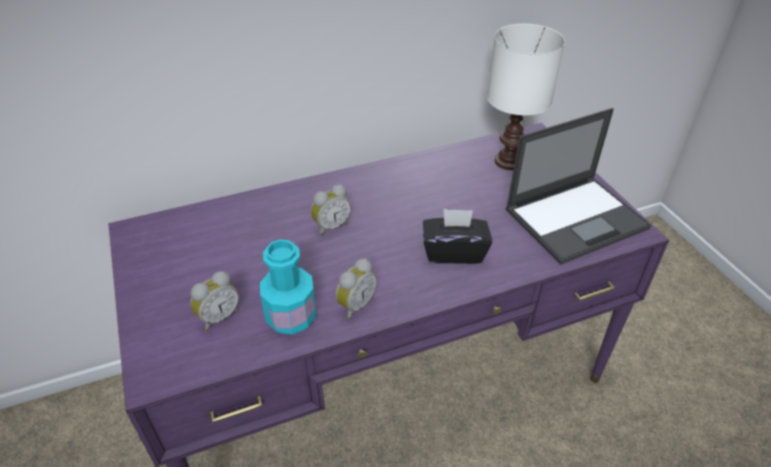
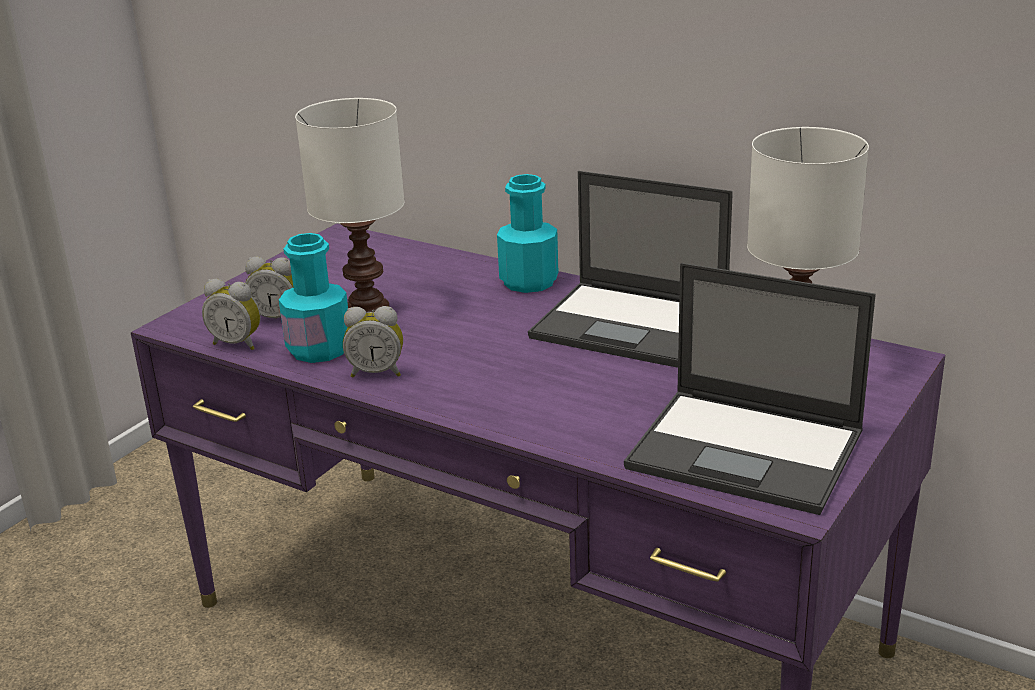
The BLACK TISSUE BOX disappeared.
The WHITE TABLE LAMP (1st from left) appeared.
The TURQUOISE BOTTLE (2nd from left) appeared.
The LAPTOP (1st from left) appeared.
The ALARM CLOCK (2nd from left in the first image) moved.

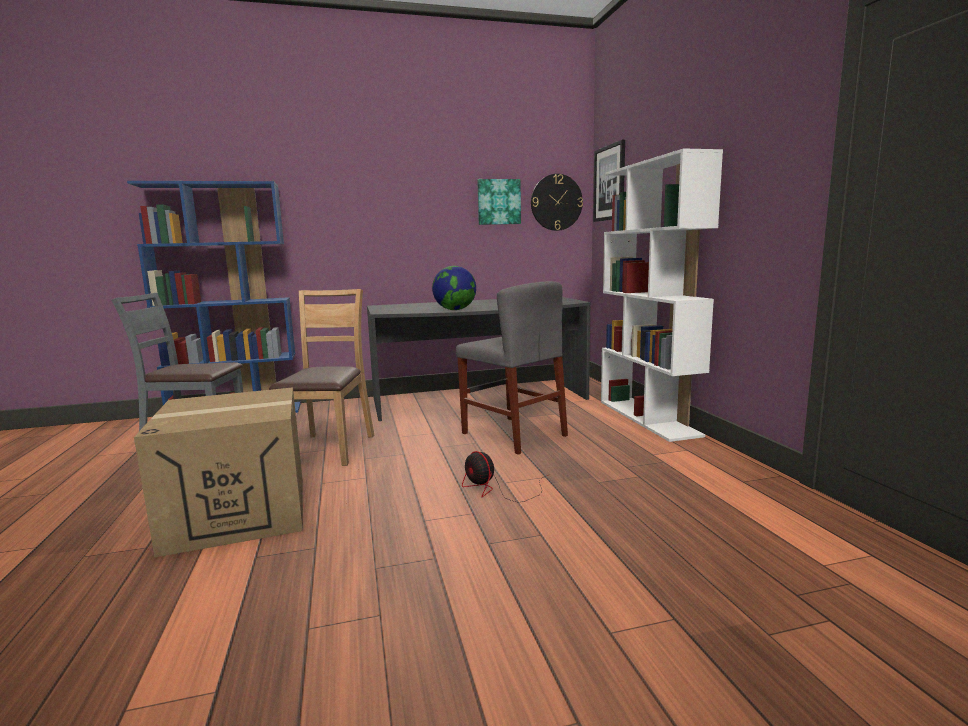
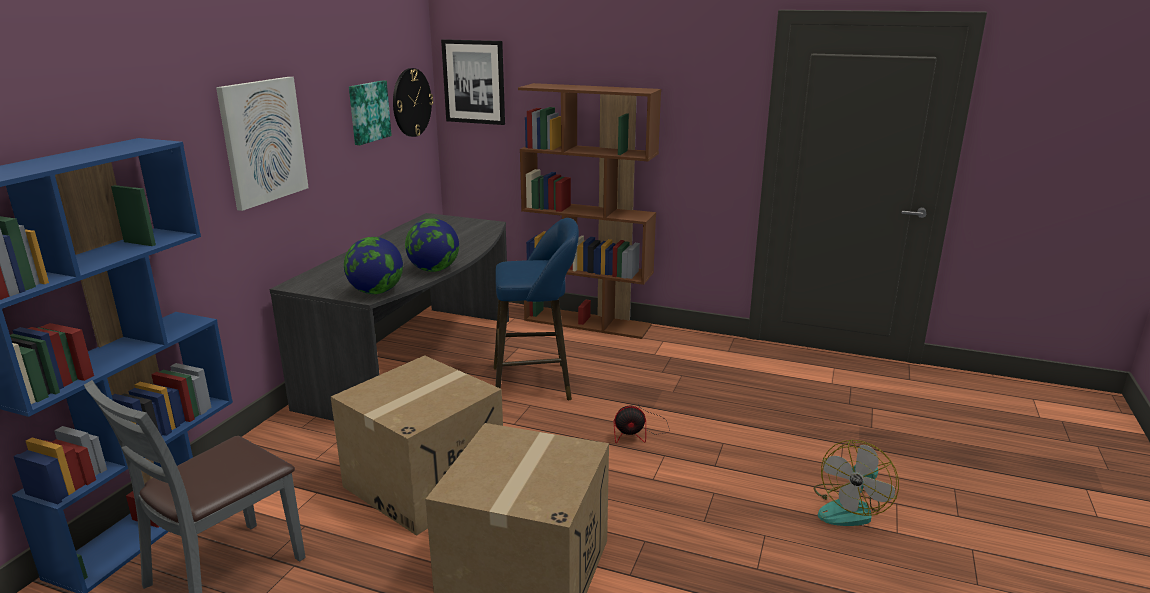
The PICTURE (1st from left) appeared.
The GLOBE (1st from left) appeared.
The FAN (2nd from left) appeared.
The BROWN CHAIR was replaced by the CARDBOARD BOX (1st from left).
The GREY CHAIR (2nd from left) was replaced by the BLUE STOOL.
The WHITE BOOKCASE became the BROWN BOOKCASE.

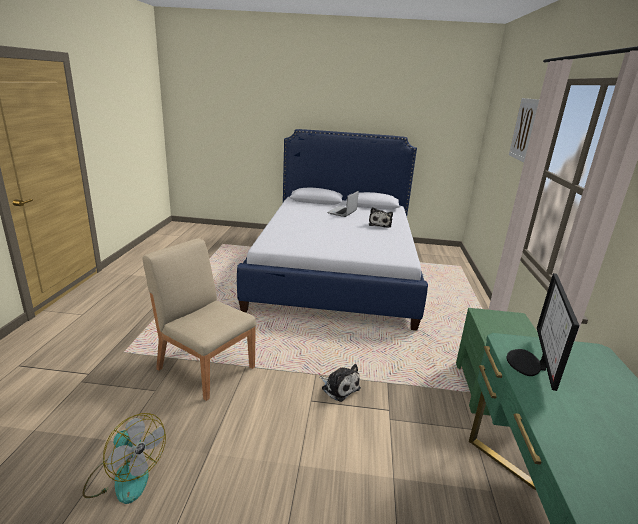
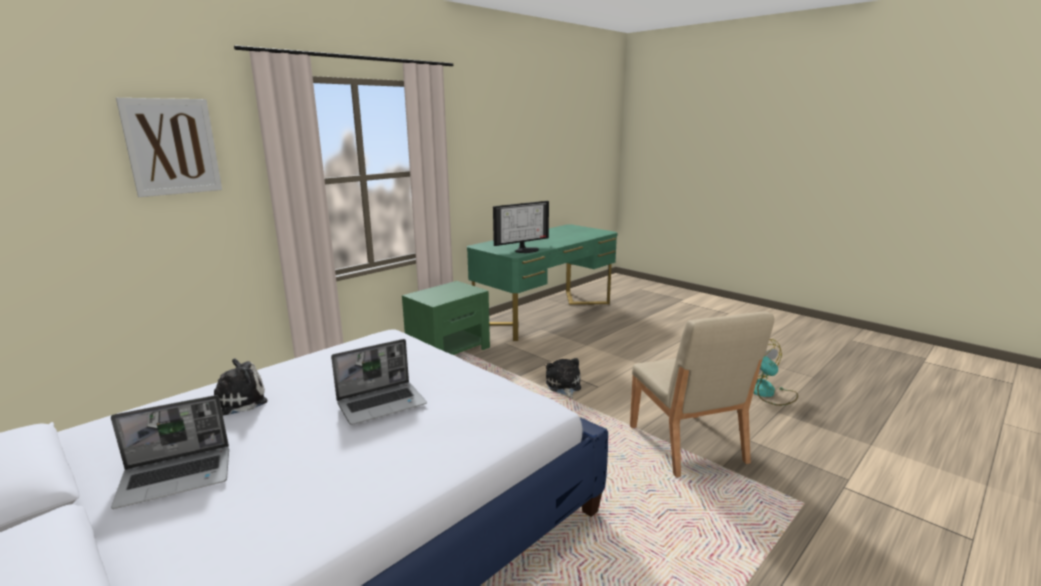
The LAPTOP (2nd from left) appeared.

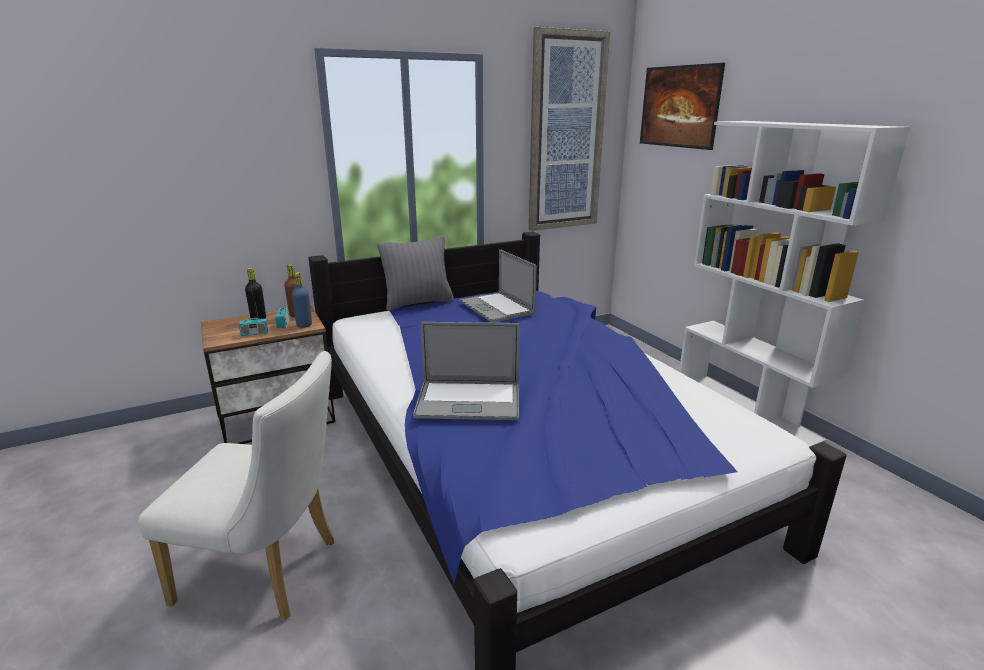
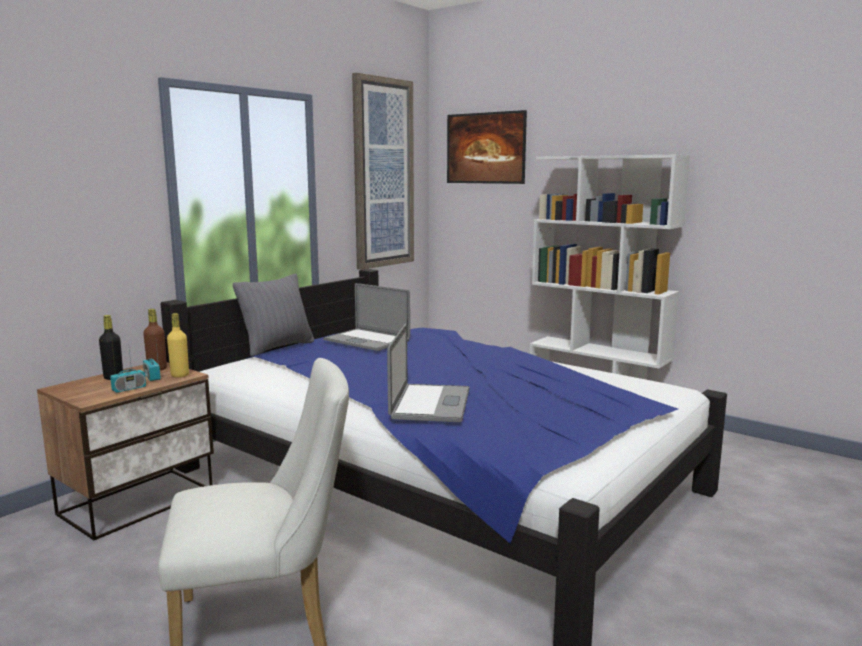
The BLUE BOTTLE became the YELLOW BOTTLE.
The LAPTOP (1st from left in the first image) turned 60 degrees counterclockwise.

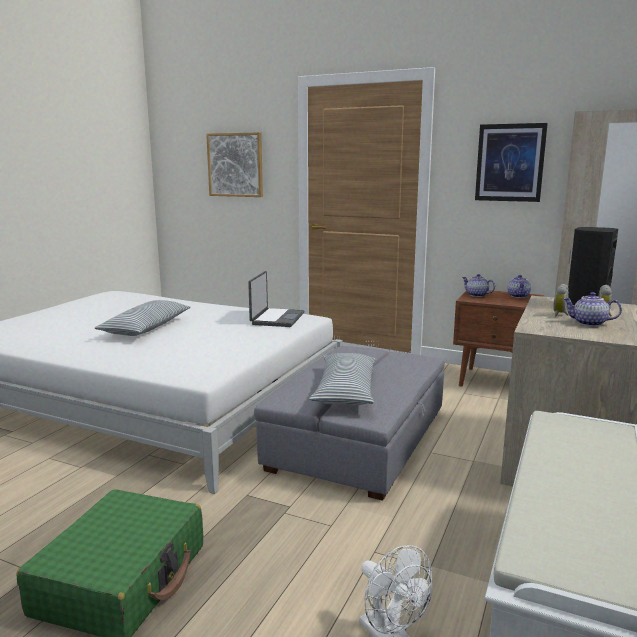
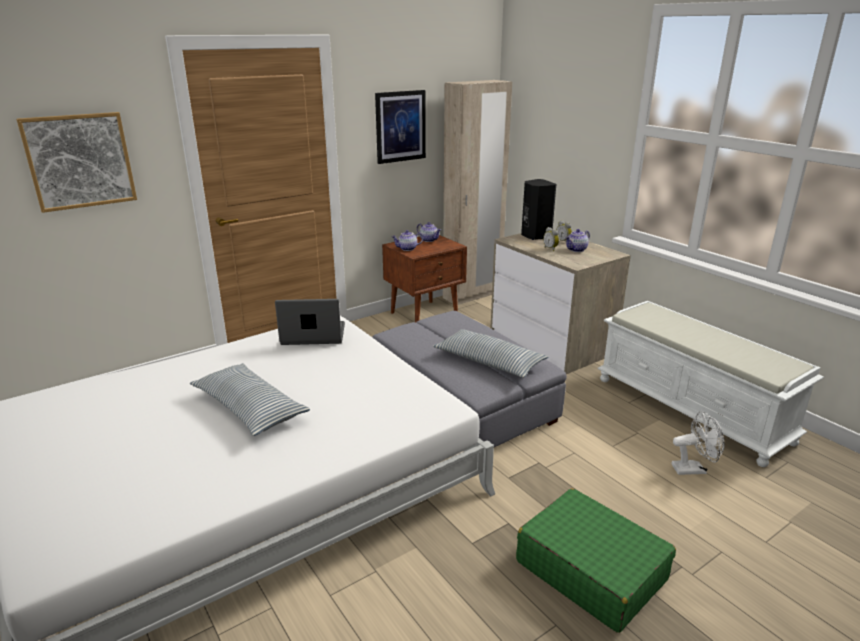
The LAPTOP turned 45 degrees counterclockwise.

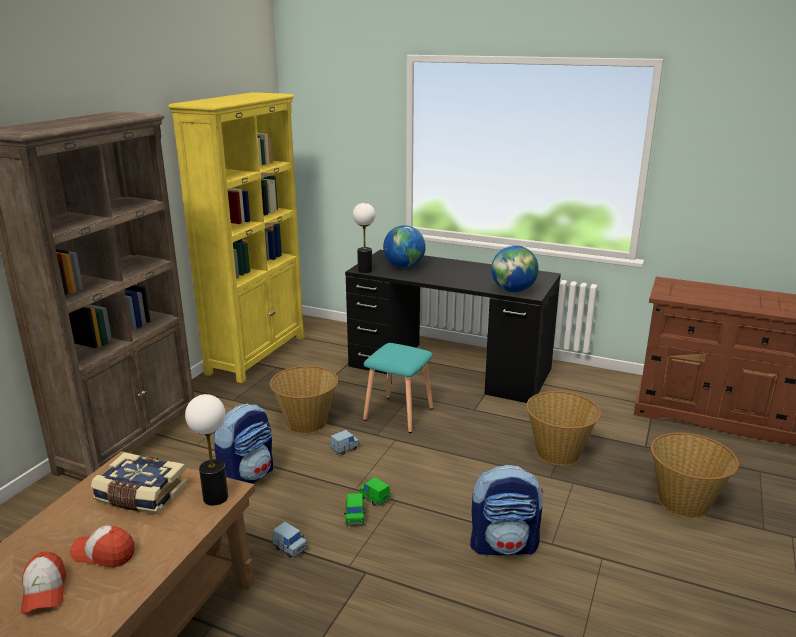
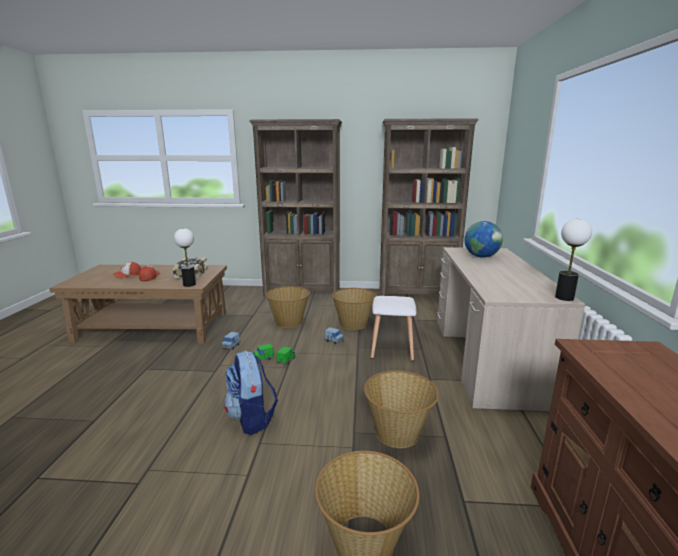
The GLOBE (2nd from left) disappeared.
The TABLE LAMP (2nd from left) moved.
The BACKPACK (1st from left) was replaced by the BASKET (1st from left).
The YELLOW BOOKCASE became the BROWN BOOKCASE (2nd from left).
The BLACK DESK became the BEIGE DESK.
The TURQUOISE STOOL became the WHITE STOOL.

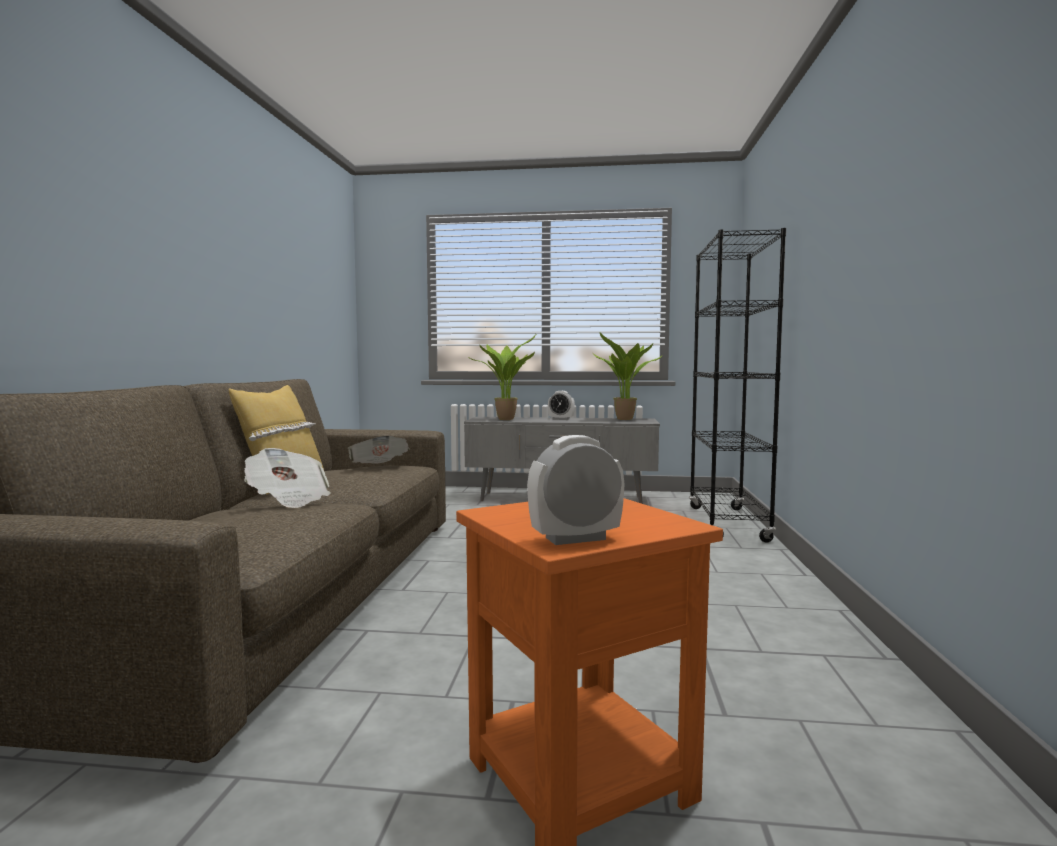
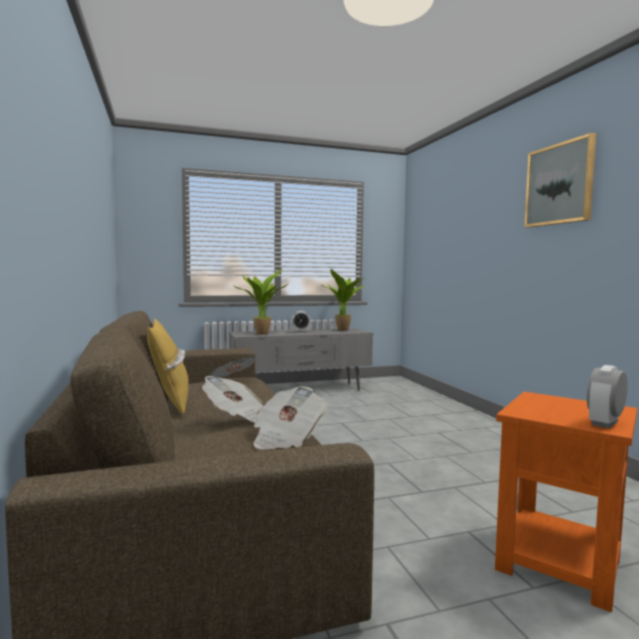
The BLACK BOOKCASE disappeared.
The NEWSPAPER (3rd from left) appeared.
The PICTURE appeared.

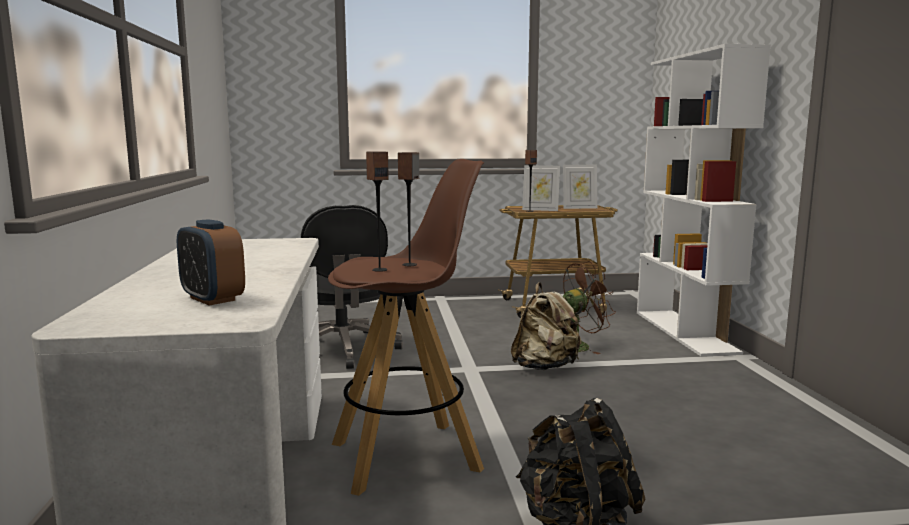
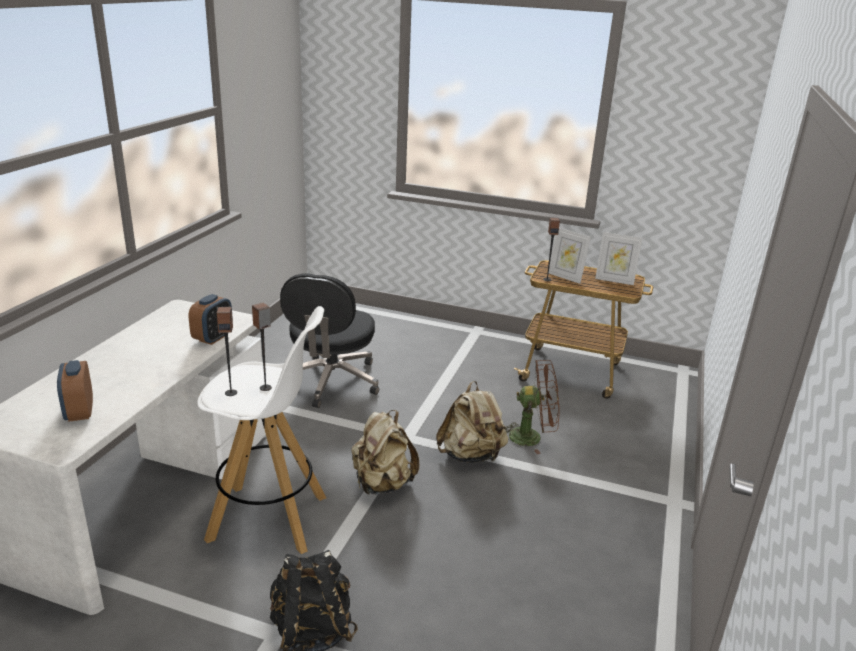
The WHITE BOOKCASE disappeared.
The ALARM CLOCK (2nd from left) appeared.
The BEIGE BACKPACK (1st from left) appeared.
The BROWN STOOL became the WHITE STOOL.

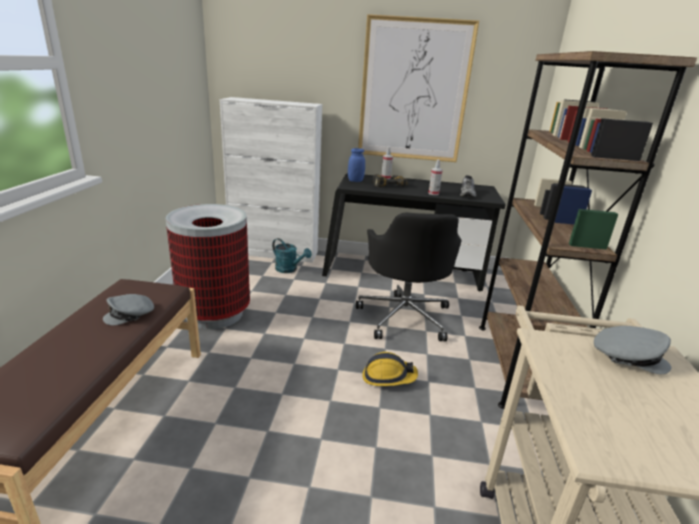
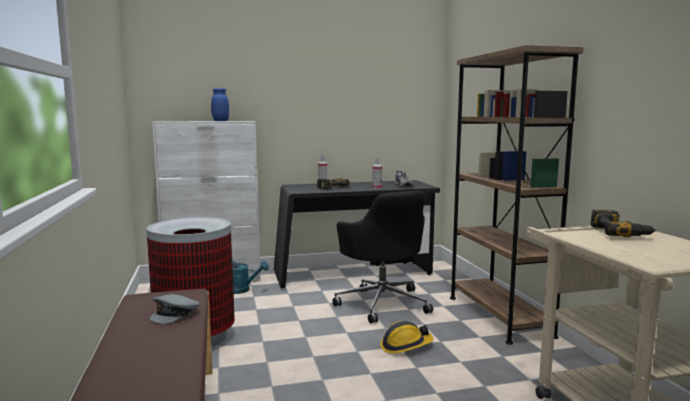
The PICTURE disappeared.
The BLUE JAR moved.
The GREY CAP (2nd from left) was replaced by the POWER DRILL (2nd from left).

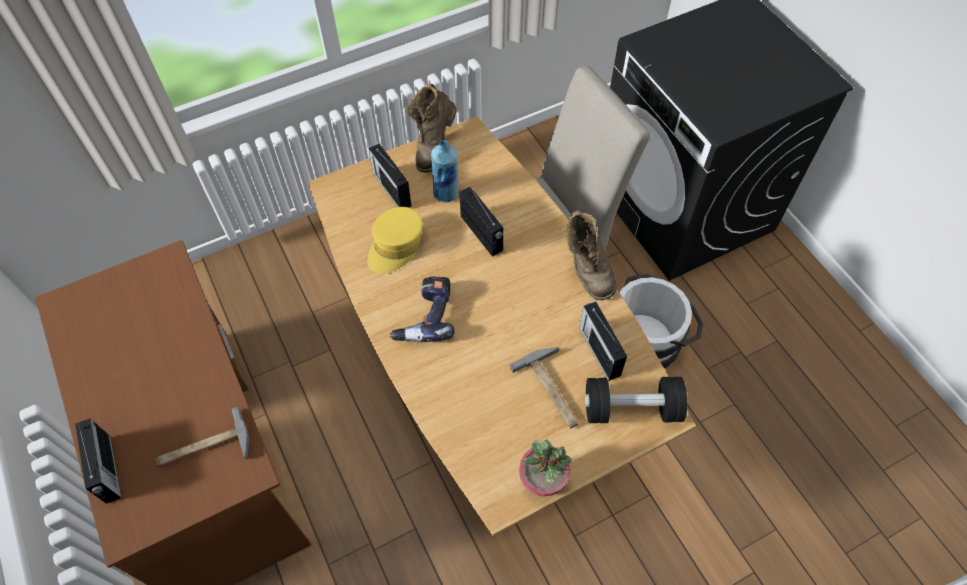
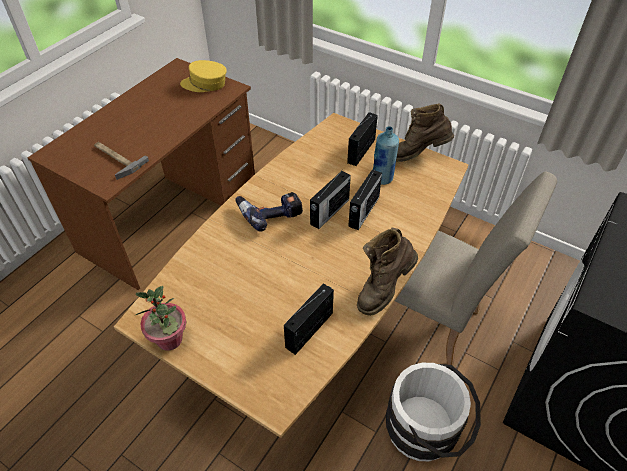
The HAMMER (2nd from left) disappeared.
The BLACK DUMBBELL disappeared.
The RADIO (1st from left in the first image) moved.
The YELLOW CAP moved.

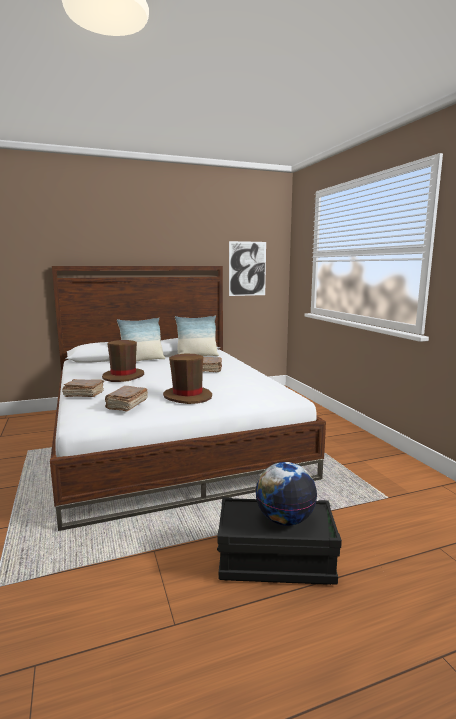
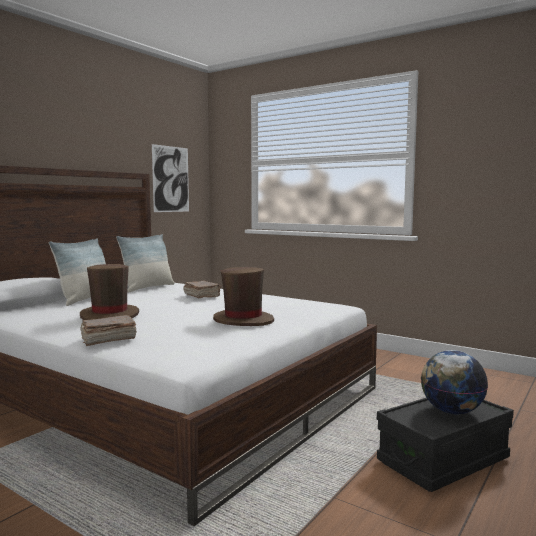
The BROWN BOOK (2nd from left) disappeared.

